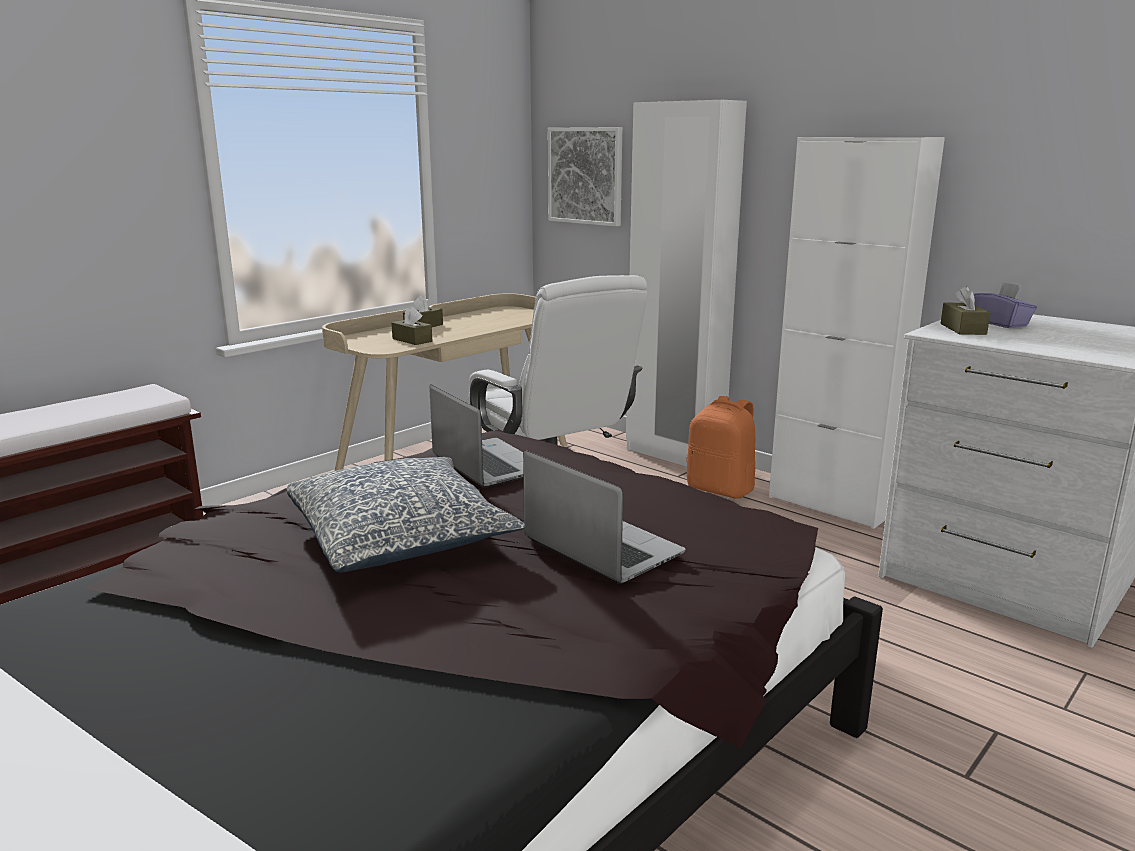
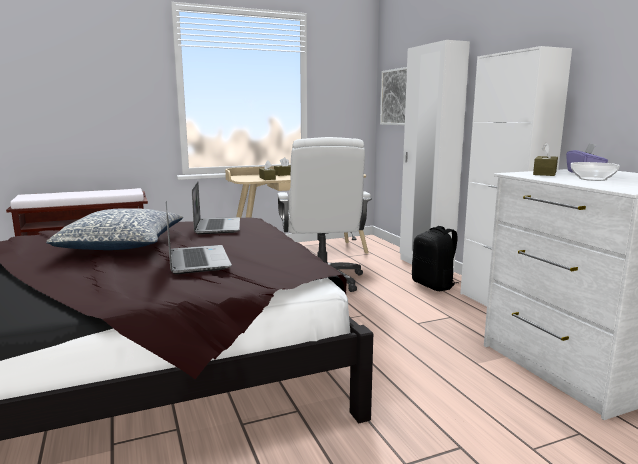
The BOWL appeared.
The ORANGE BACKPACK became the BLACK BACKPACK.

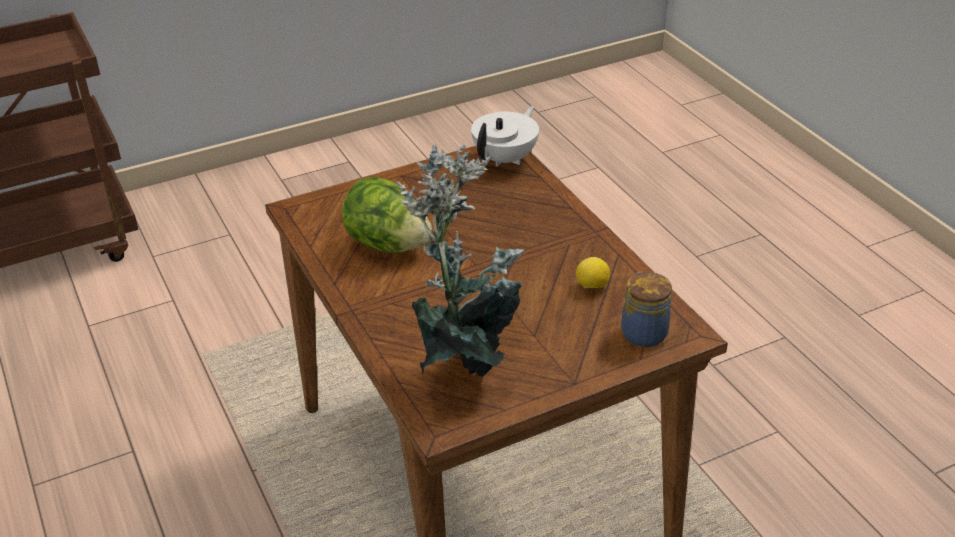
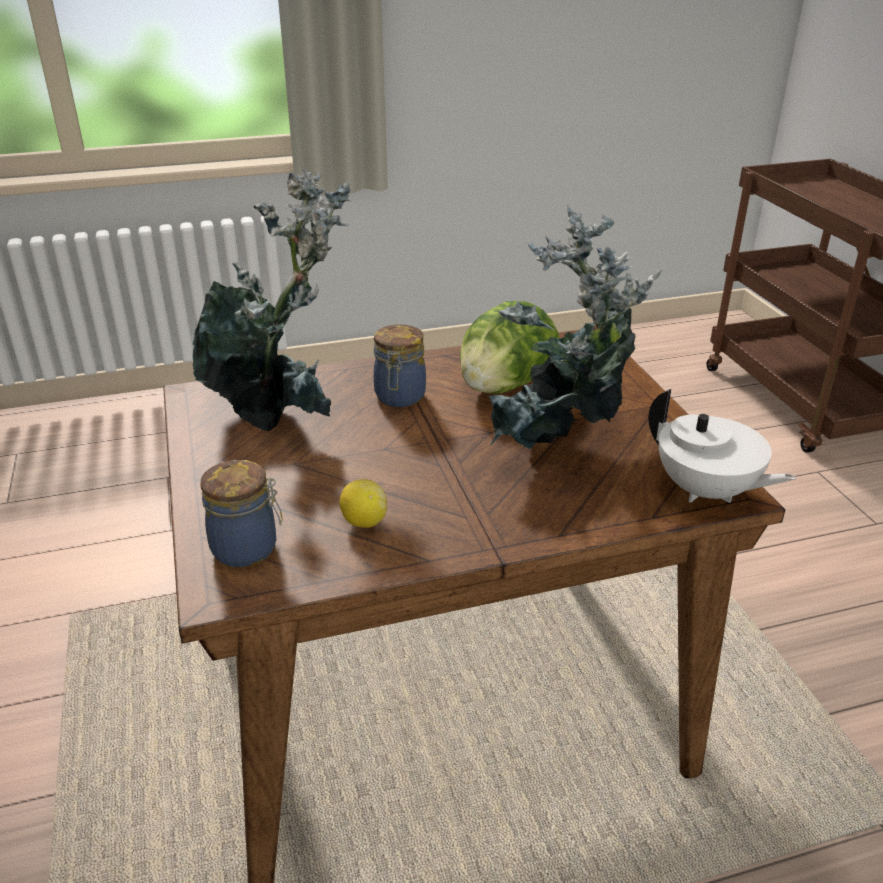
The JAR (2nd from left) appeared.
The POTTED PLANT (2nd from left) appeared.

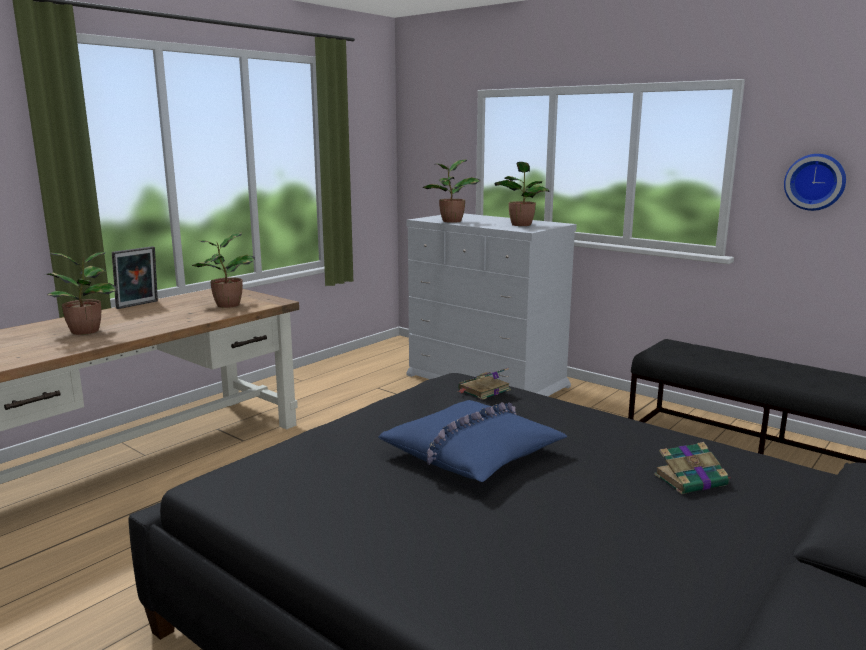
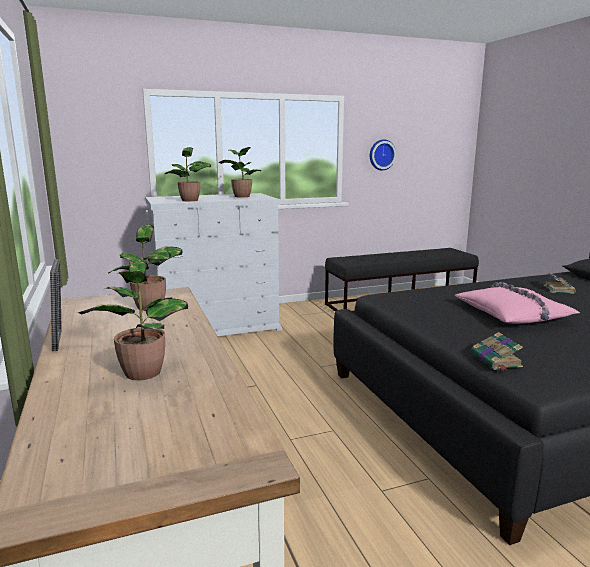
The BOOK (1st from left) moved.
The BLUE PILLOW became the PINK PILLOW.

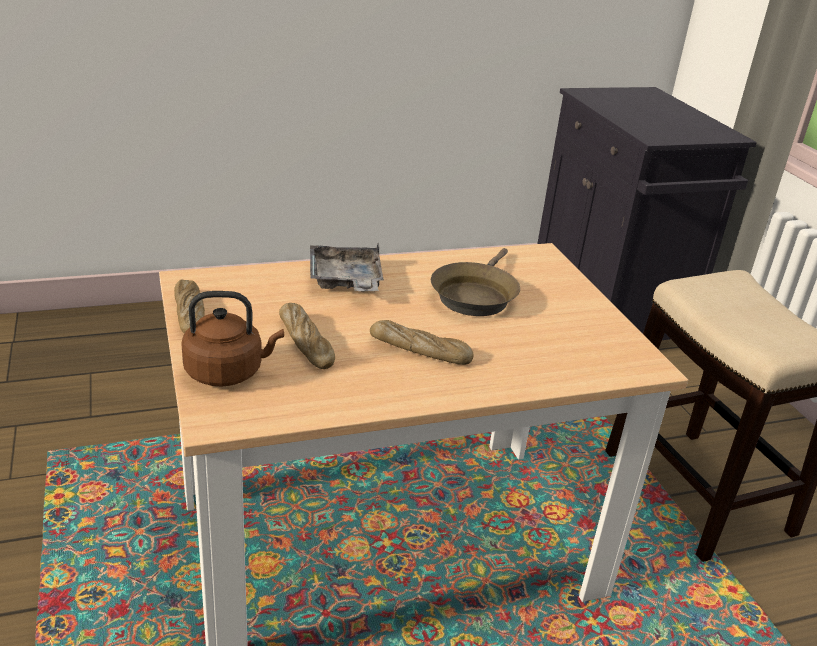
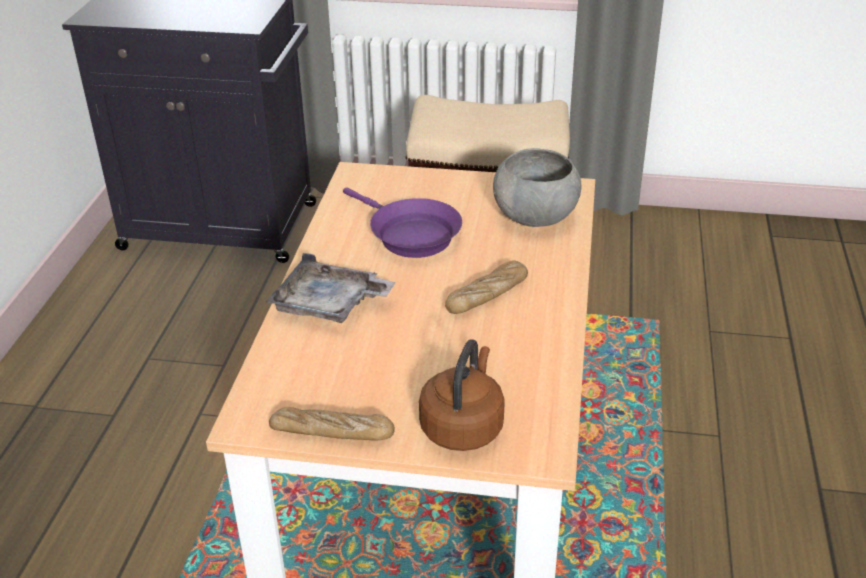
The BREAD (2nd from left) disappeared.
The GREY BOWL appeared.
The BROWN FRYING PAN became the PURPLE FRYING PAN.

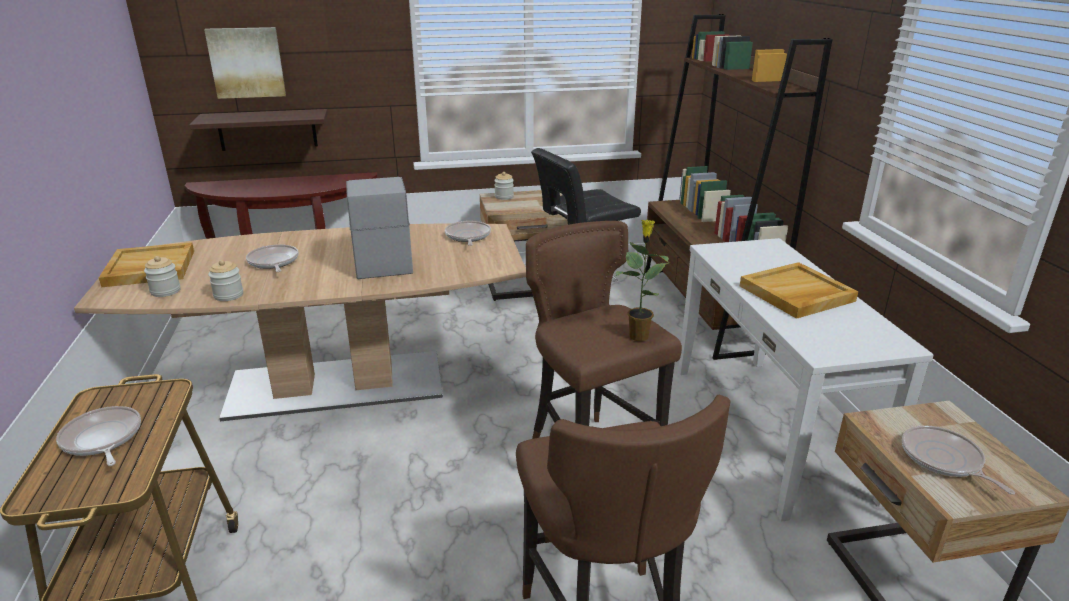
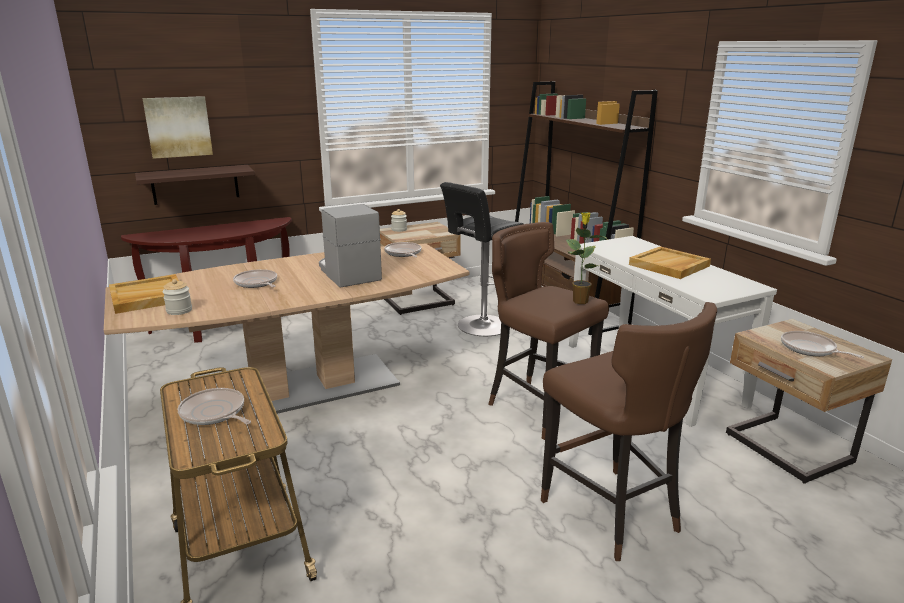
The JAR (2nd from left) disappeared.

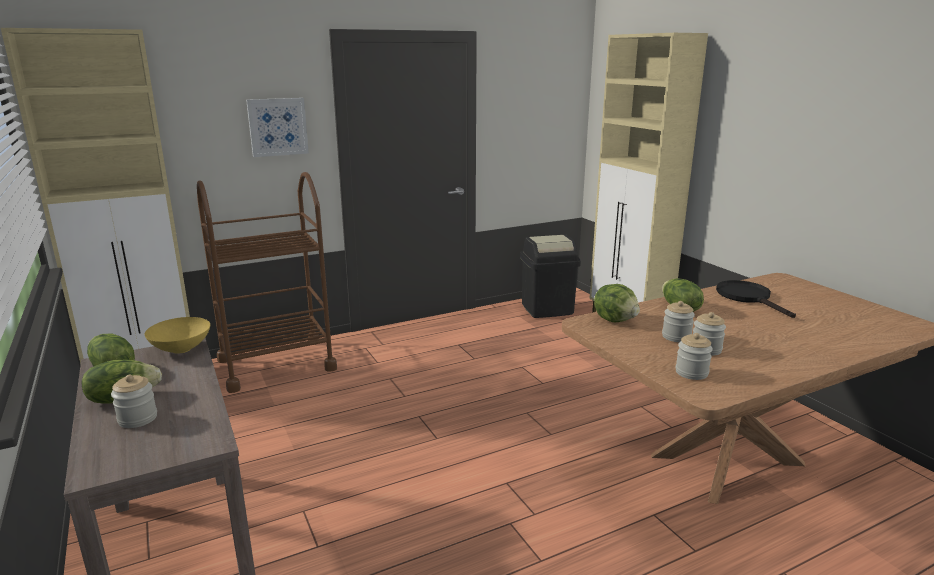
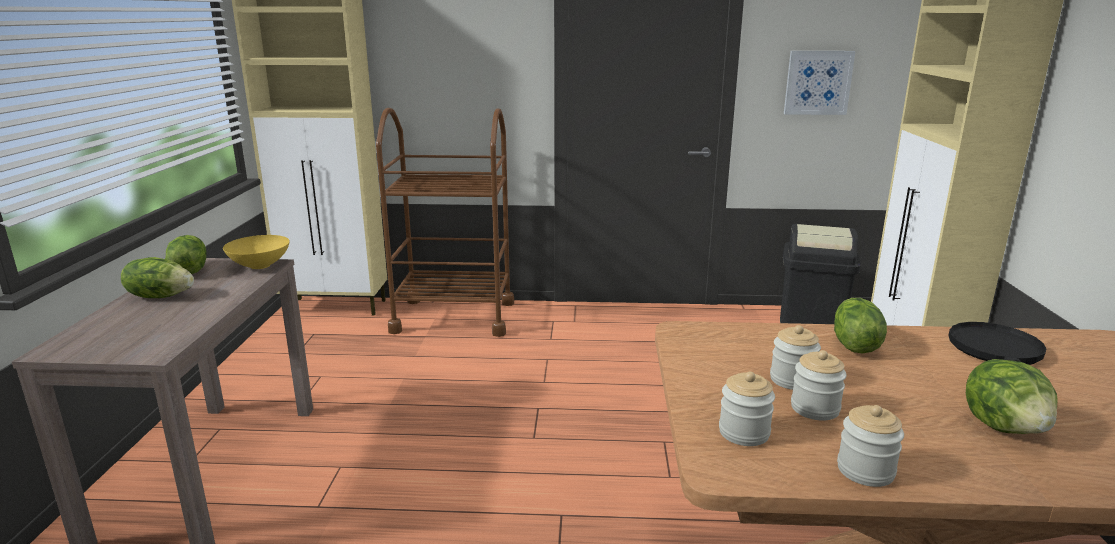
The JAR (1st from left in the first image) moved.
The PICTURE moved.
The LETTUCE (3rd from left in the first image) moved.

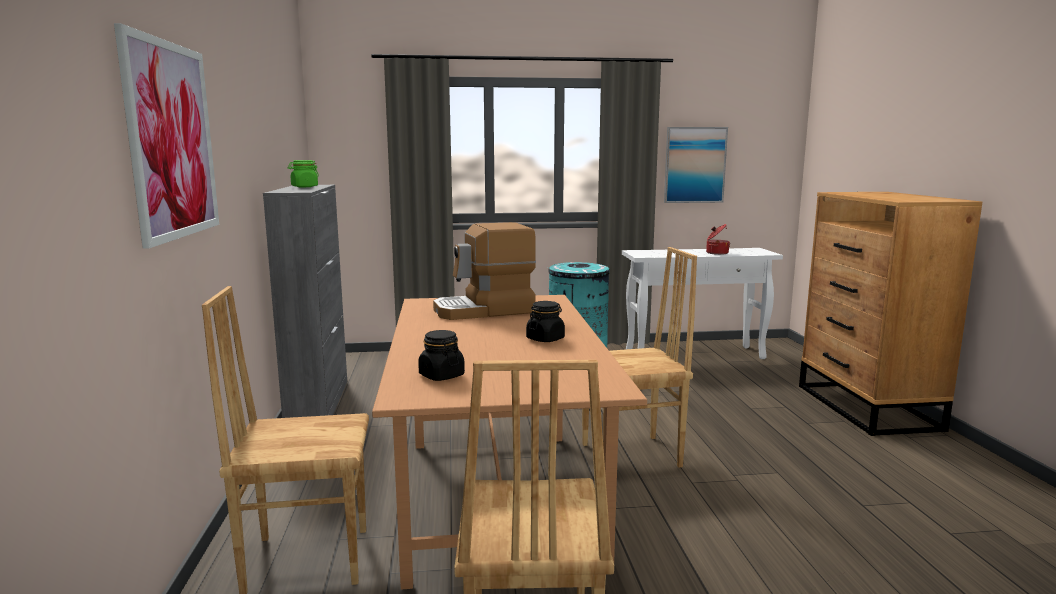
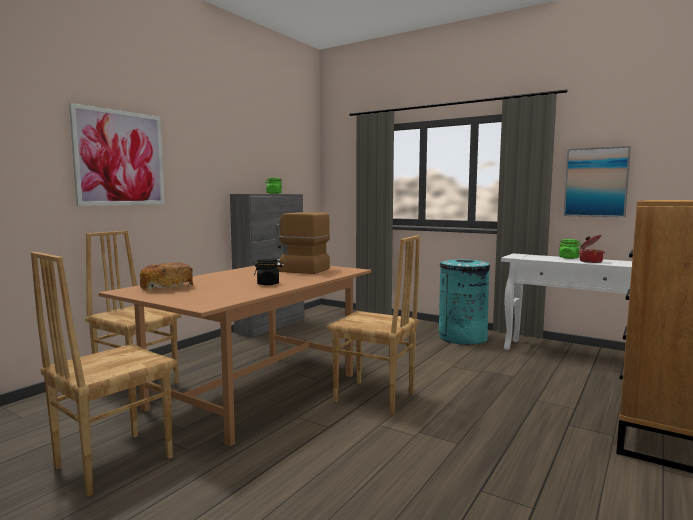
The GREEN JAR (2nd from left) appeared.
The BLACK JAR (1st from left) was replaced by the BREAD.

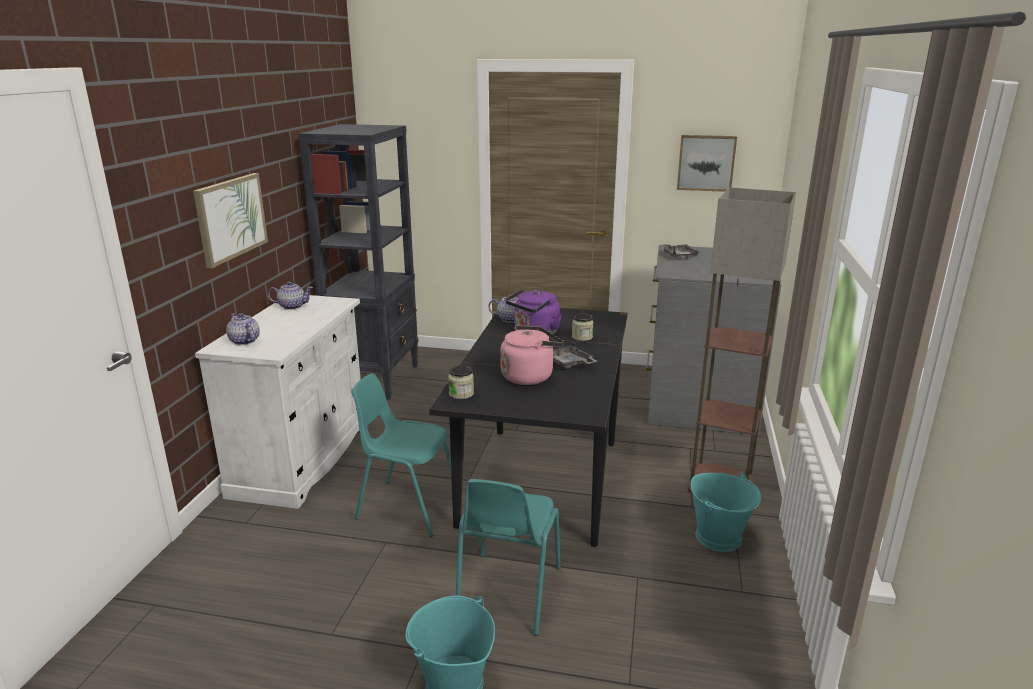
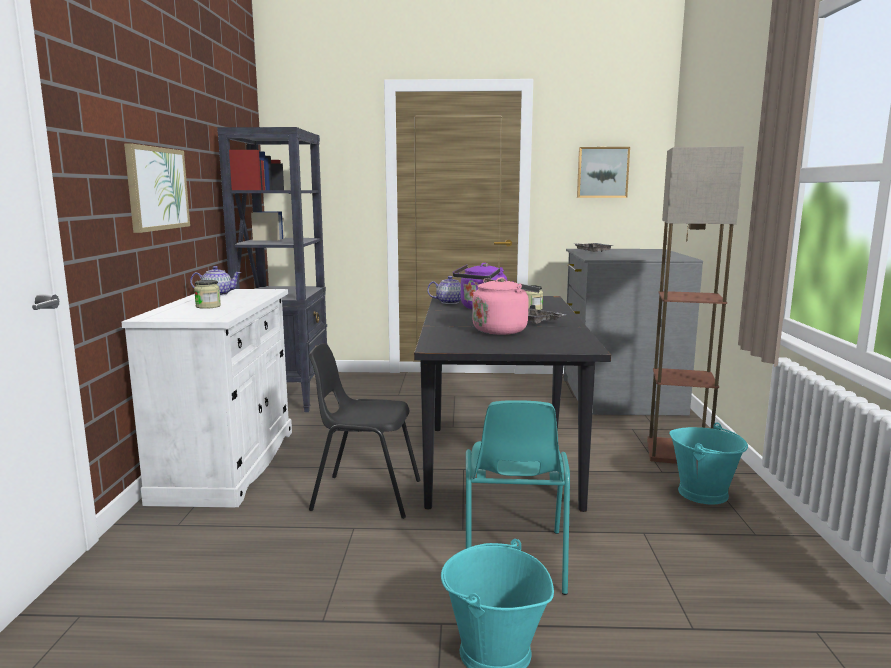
The TEAPOT (1st from left) disappeared.
The JAR (1st from left) moved.
The TURQUOISE CHAIR (1st from left) became the BLACK CHAIR.

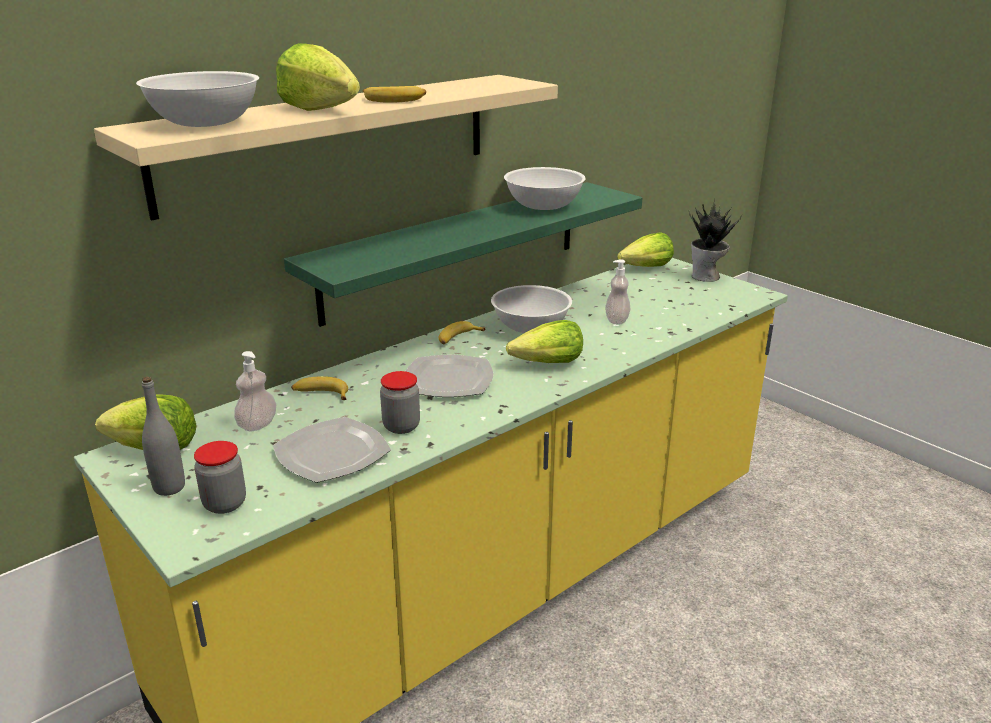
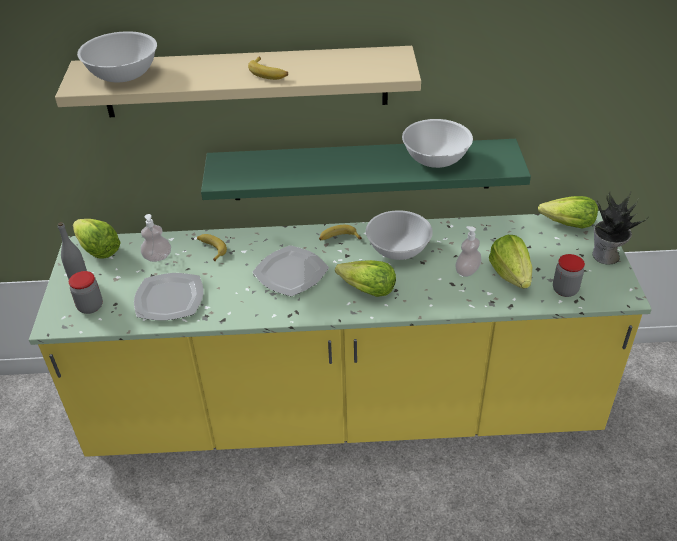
The LETTUCE (2nd from left in the first image) moved.
The JAR (2nd from left) moved.

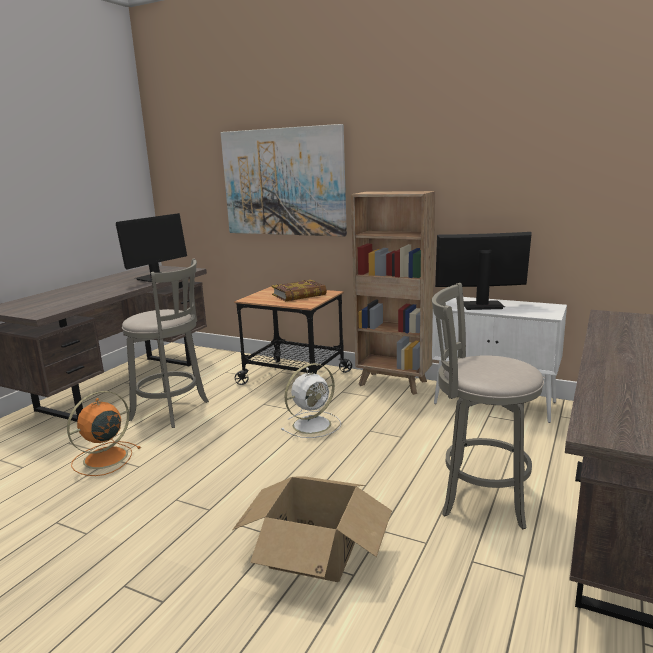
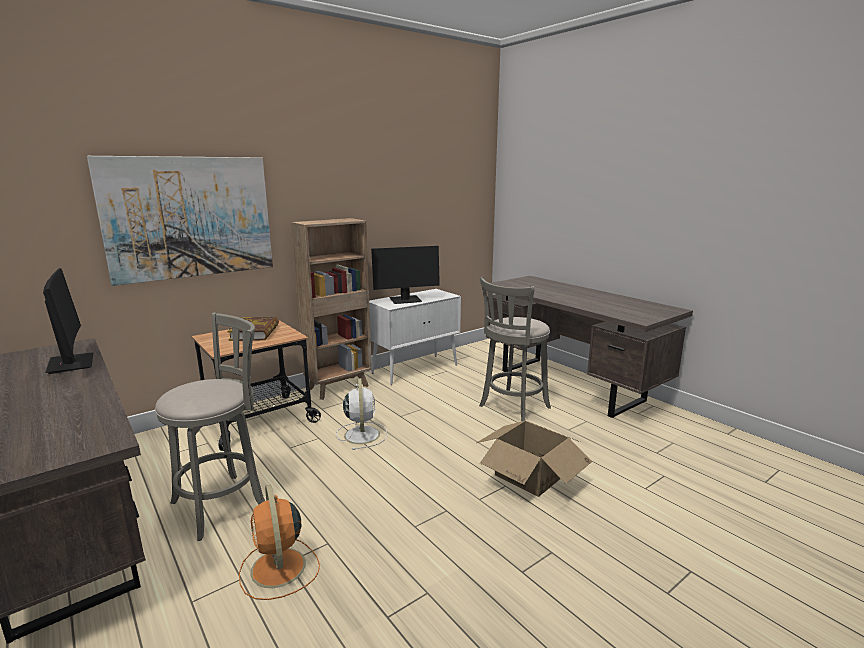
The MONITOR (2nd from left) turned 135 degrees counterclockwise.

